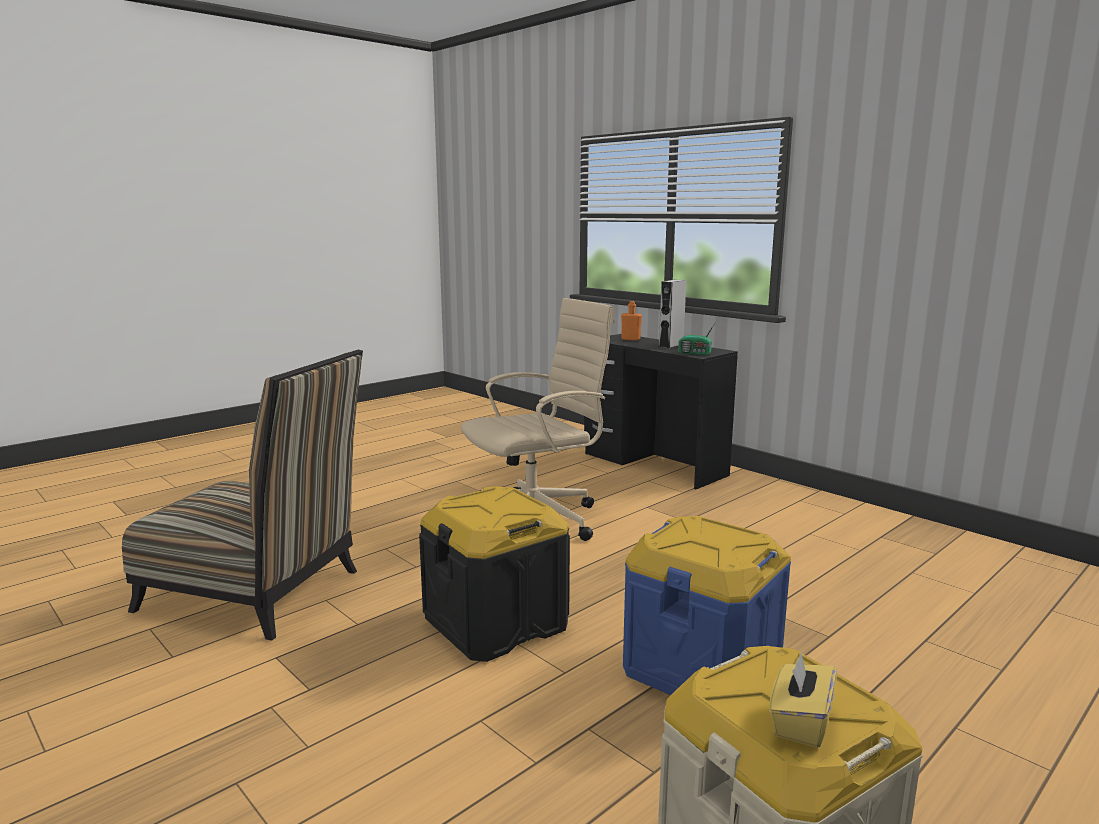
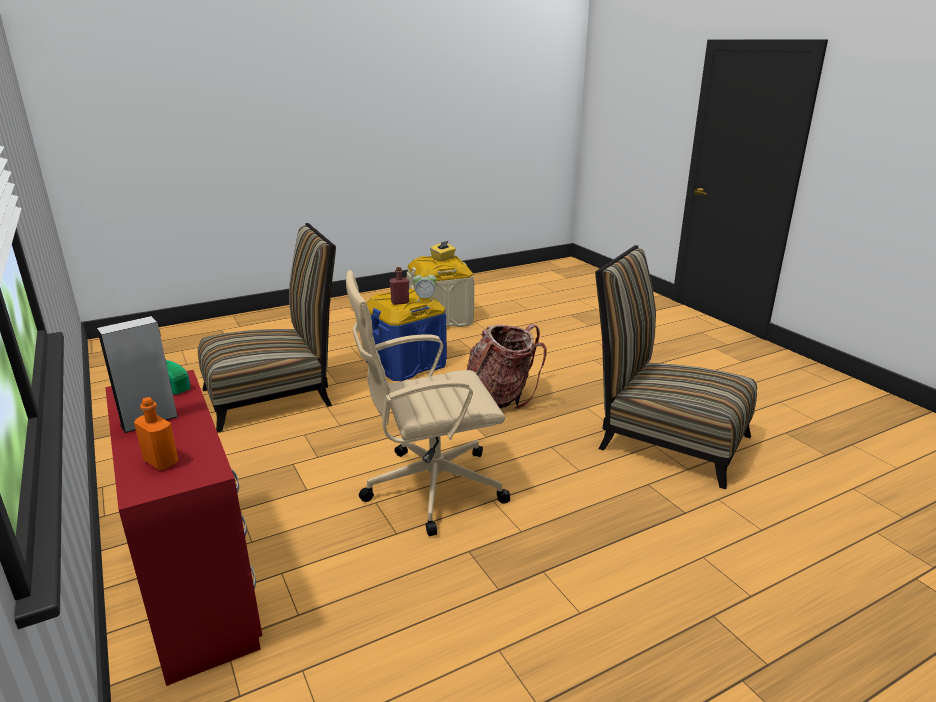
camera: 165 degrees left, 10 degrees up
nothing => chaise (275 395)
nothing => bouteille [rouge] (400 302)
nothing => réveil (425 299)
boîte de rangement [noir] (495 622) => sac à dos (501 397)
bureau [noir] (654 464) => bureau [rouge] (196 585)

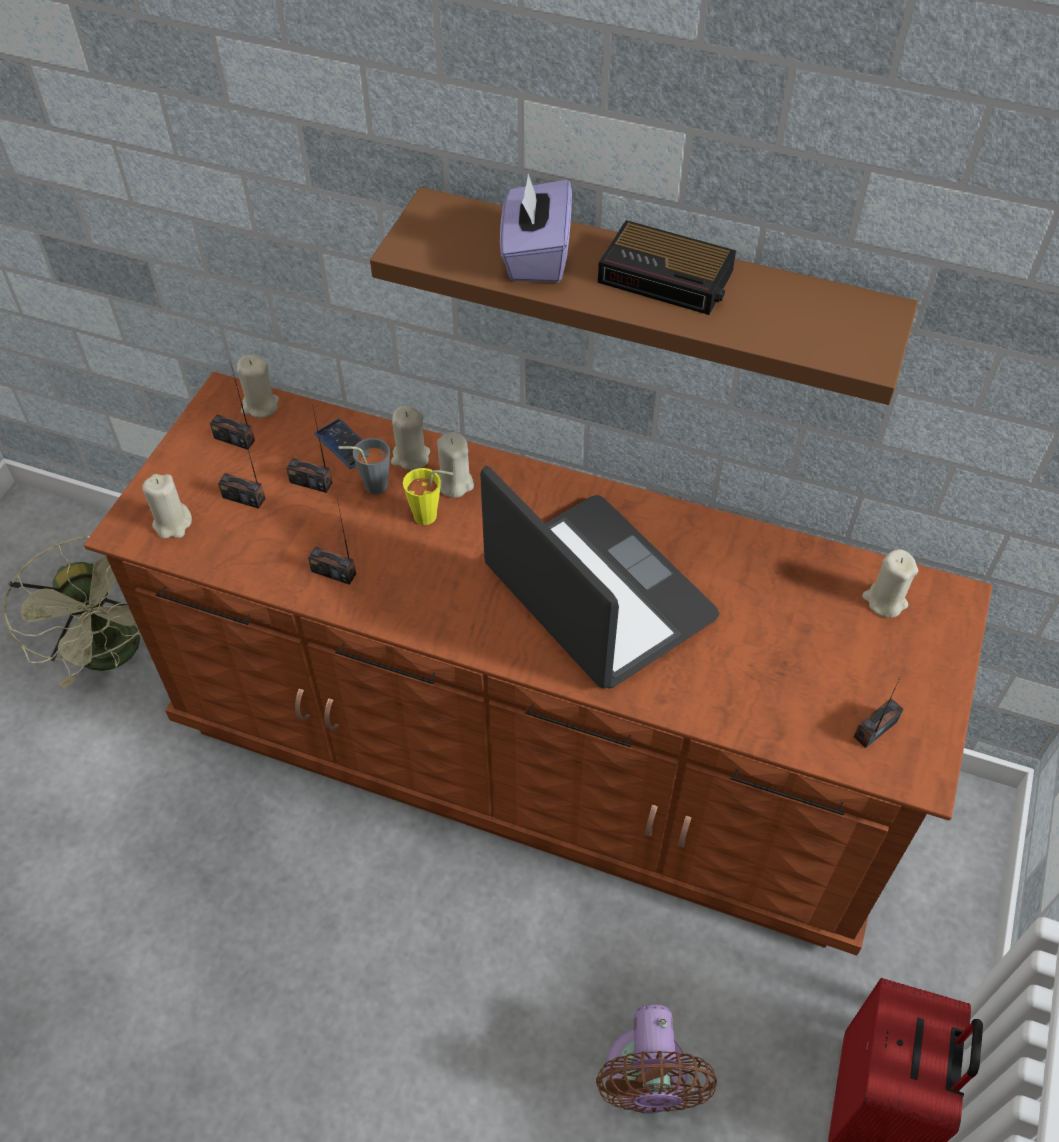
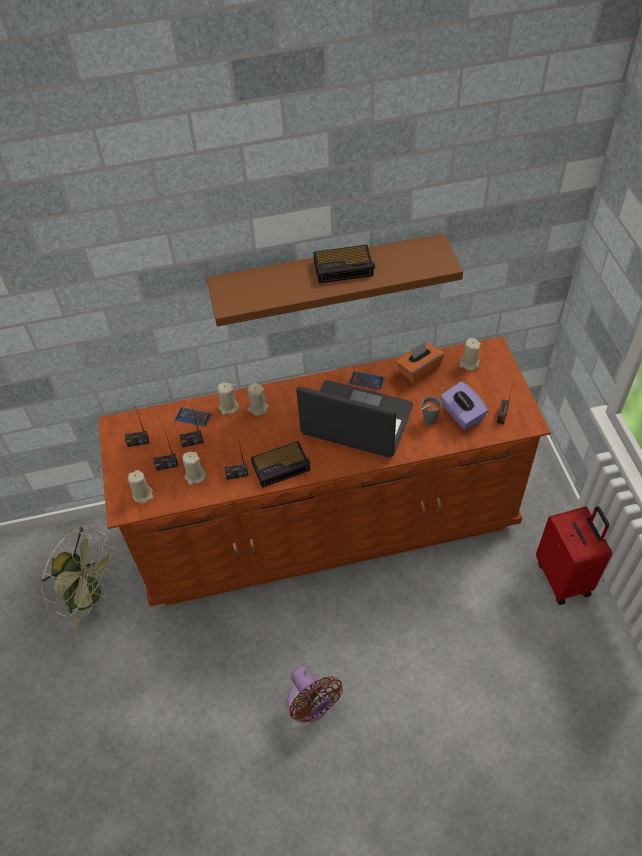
camera: 30 degrees left, 0 degrees up
tasse [jaune] (430 517) => nothing
nothing => réveil (282 466)
nothing => téléphone (367 380)
nothing => boîte à mouchoirs [orange] (418 370)
bougie [beige] (260 406) => bougie [beige] (195 476), relocated
tasse [gris] (370 485) => tasse [gris] (427 422), relocated
boîte à mouchoirs [violet] (535 256) => boîte à mouchoirs [violet] (461 415), relocated
ventilateur [marron] (646 1081) => ventilateur [marron] (311 705), relocated

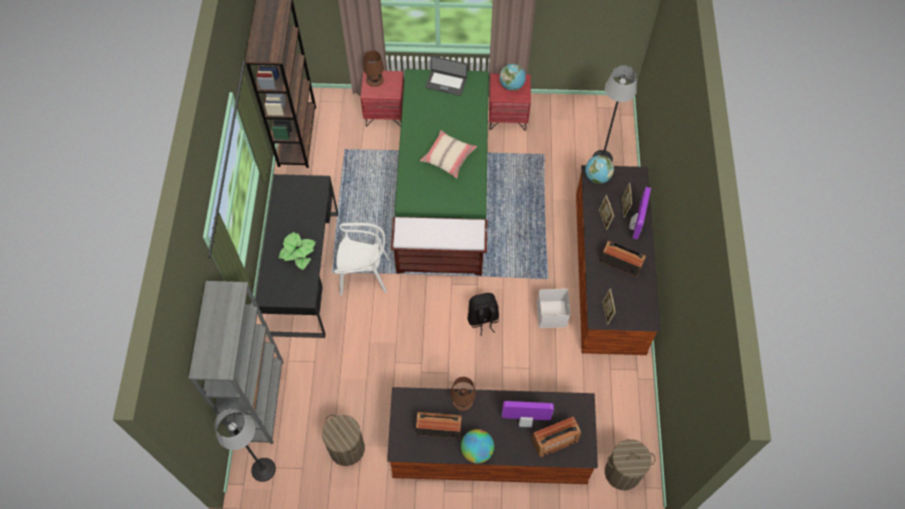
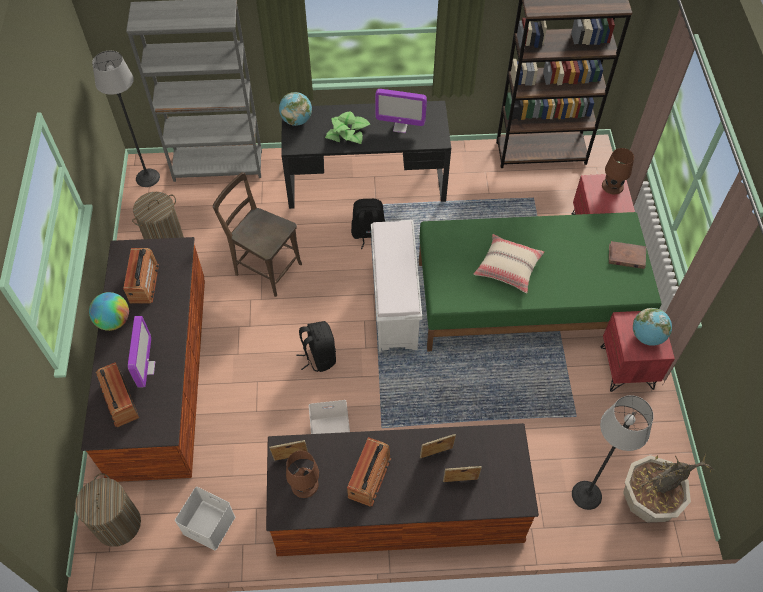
camera: 85 degrees right, 5 degrees down
nothing => boîte de rangement [blanc] (207 525)
nothing => chaise [marron] (265 267)
nothing => plante en pot (647 501)
lampe de table [marron] (463 400) => lampe de table [marron] (305 484), relocated
globe (597 177) => globe (296 120), relocated
écran d'ordinateur (635 225) => écran d'ordinateur (400 127), relocated
chaise [blanc] (364 274) => sac à dos [noir] (368 234)
ordinateur portable (446 82) => livre [marron] (626 256)
banc [marron] (440 260) => banc [blanc] (395 306)

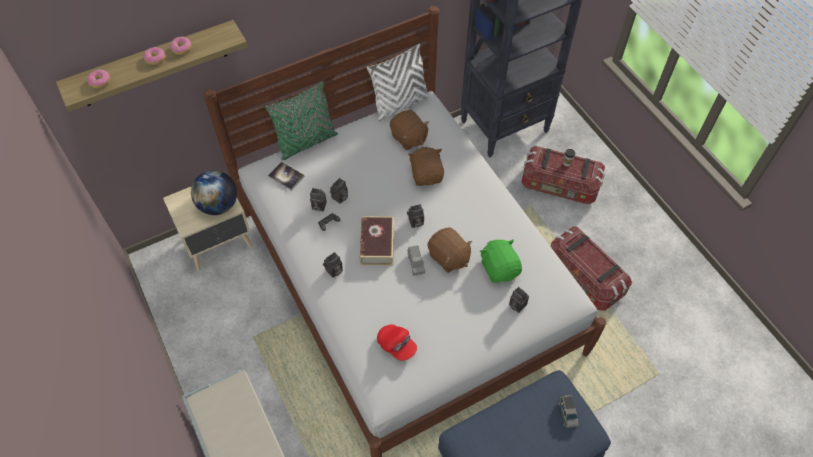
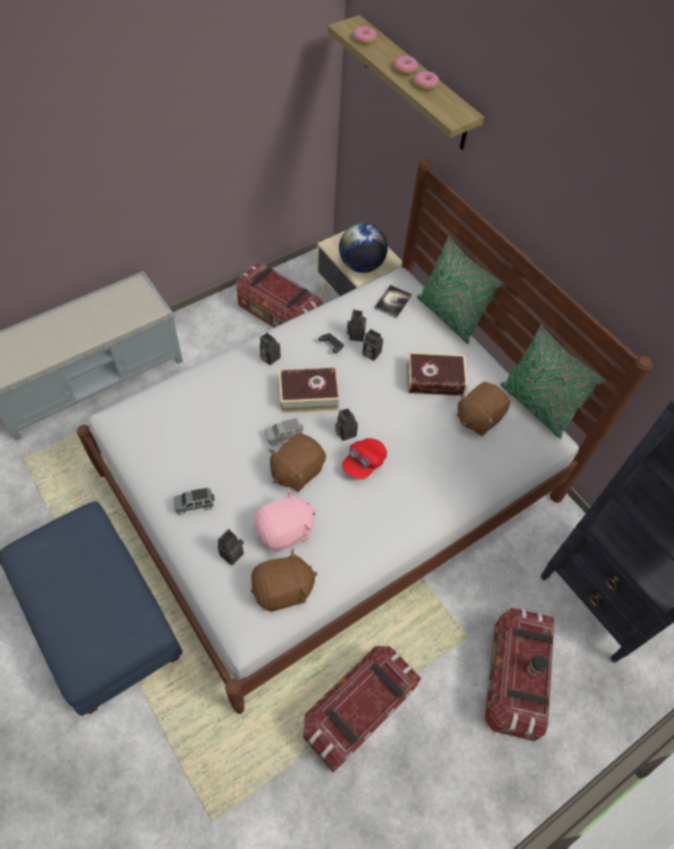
camera: 80 degrees right, 0 degrees up
nothing => boîte de rangement (278 316)
nothing => livre (434 379)
casquette [rouge] (396 346) => casquette [rouge] (363 463), relocated
peluche [marron] (427 175) => peluche [marron] (283 590), relocated
petite voiture [gris] (567 413) => petite voiture [gris] (195 504), relocated
coussin [blanc] (400 104) => coussin [vert] (536 406)
peluche [vert] (499 268) => peluche [rose] (285 531)

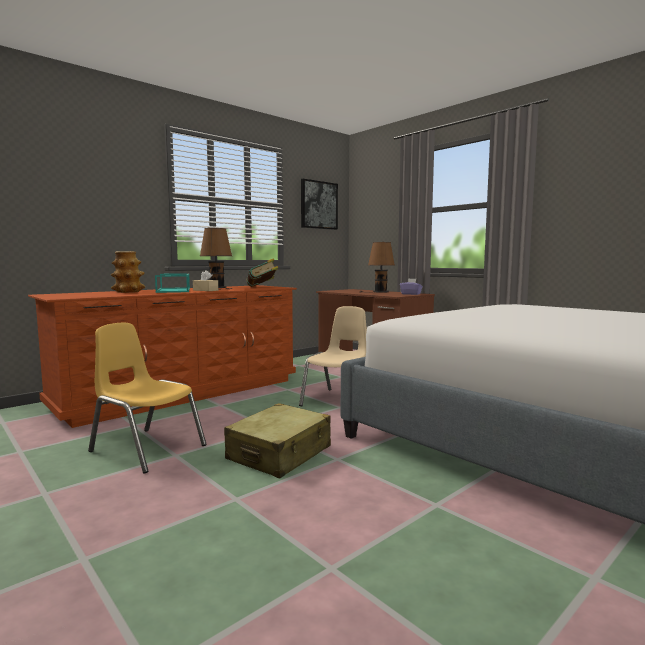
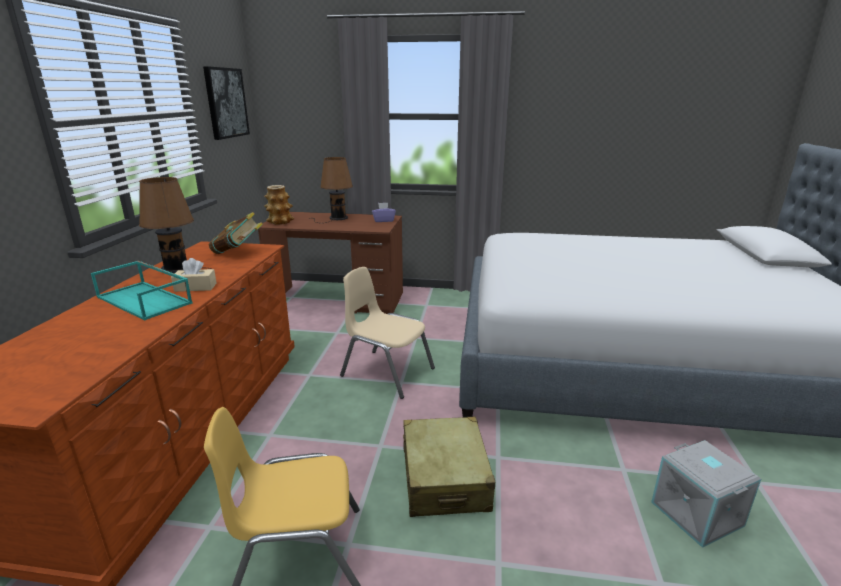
camera: 40 degrees left, 15 degrees up
nothing => boîte de rangement [gris] (698 513)
vase (128 292) => vase (280 222), relocated
chaise [beige] (339 400) => chaise [beige] (387 372), 45 degrees counterclockwise

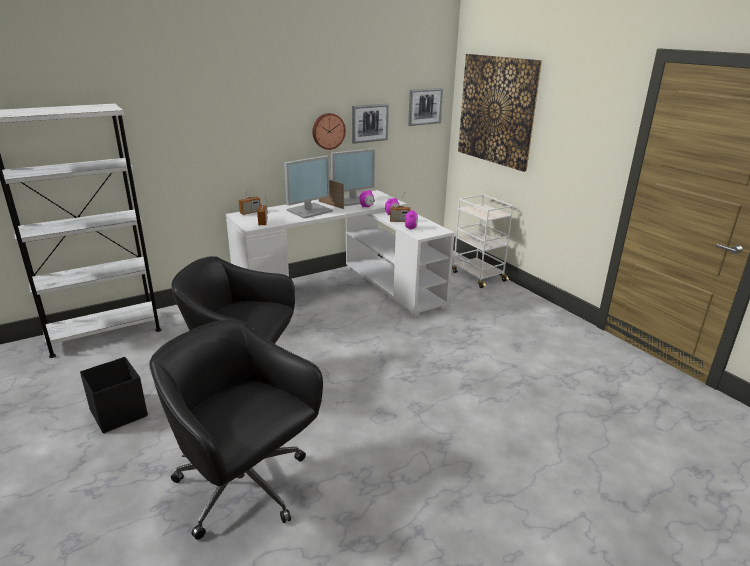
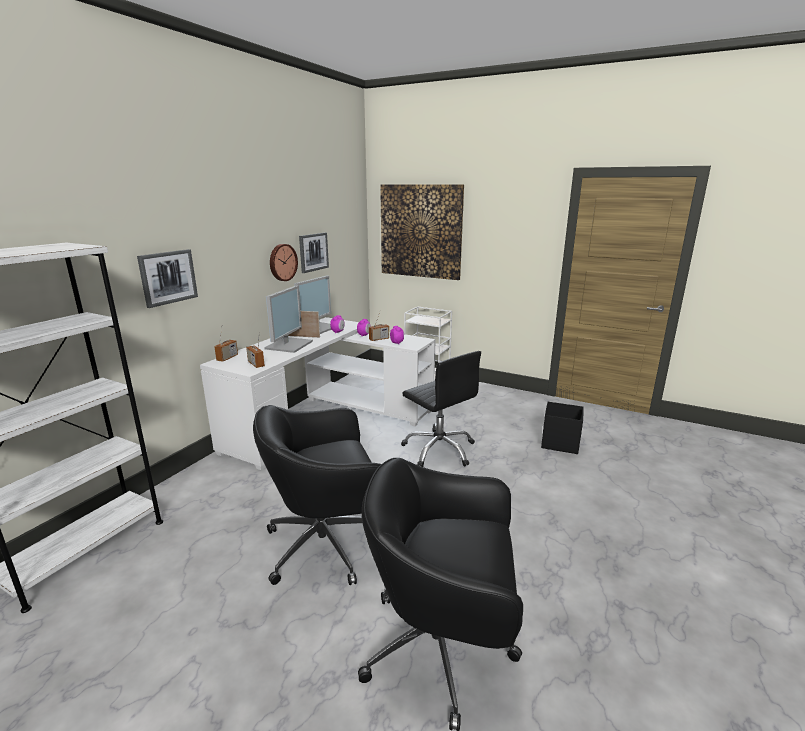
camera: 30 degrees left, 5 degrees down
nothing => chaise de bureau [noir] (439 449)
boîte de rangement [noir] (119 412) => boîte de rangement [noir] (559 443), relocated
tableau (424 106) => tableau (168 277), relocated

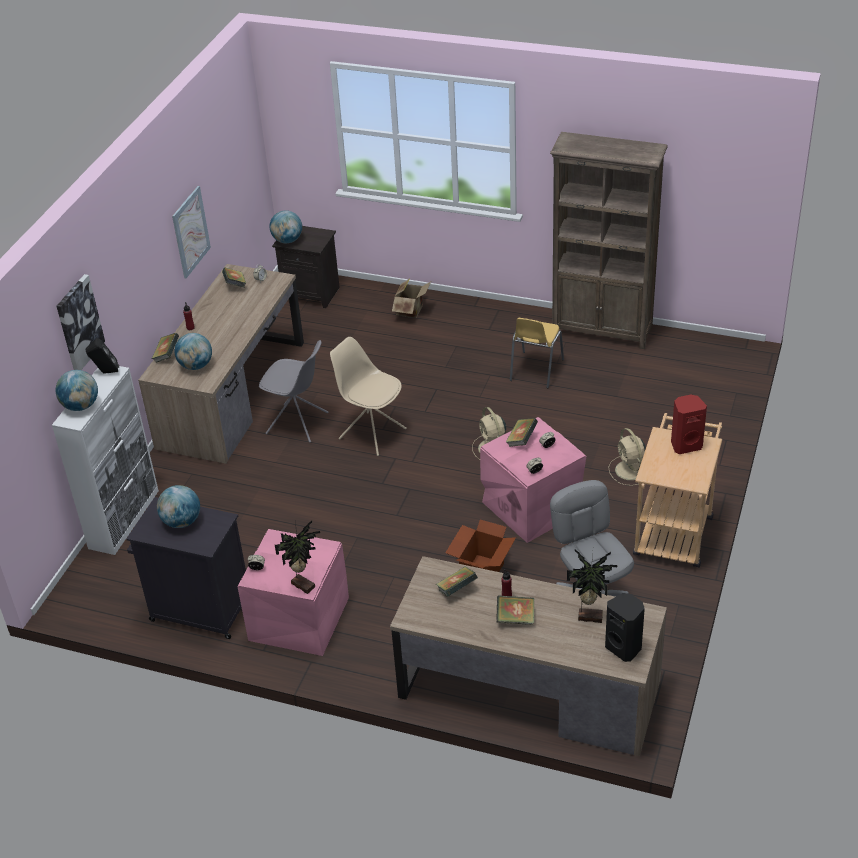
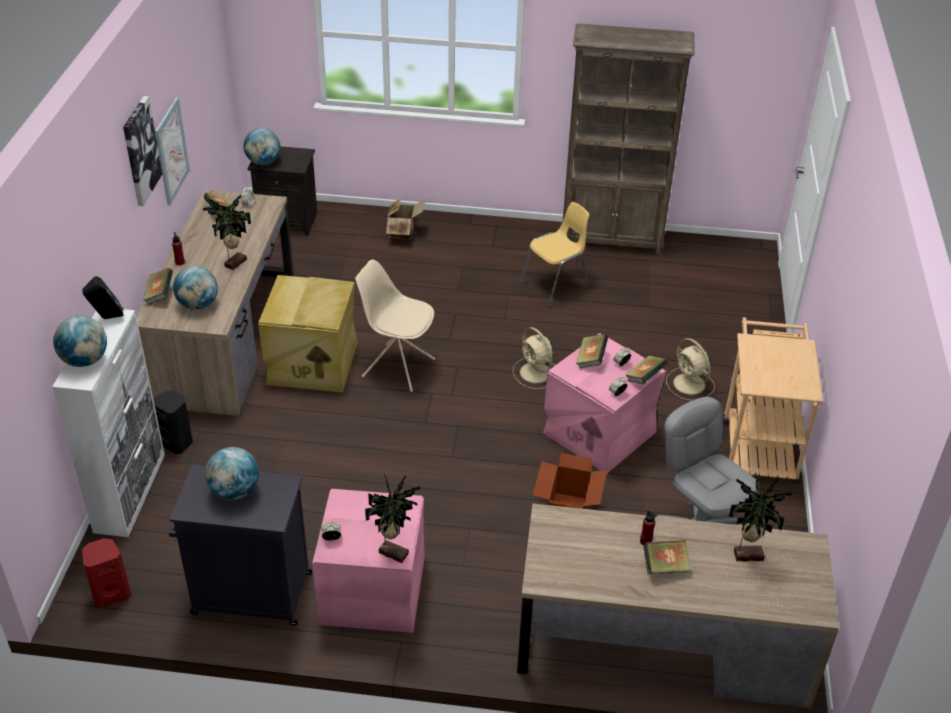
camera: 15 degrees left, 0 degrees up
nothing => plante en pot (234 263)
tableau (79 323) => tableau (140 151), relocated
livre (457 589) => livre (644 378), relocated
enceinte [noir] (624 647) => enceinte [noir] (177 442), relocated
enceinte [rouge] (685 445) => enceinte [rouge] (111 593), relocated
chaise [gris] (298 423) => boîte de rangement [beige] (311 363)
chaise [jaune] (535 370) => chaise [jaune] (555 286), 135 degrees counterclockwise

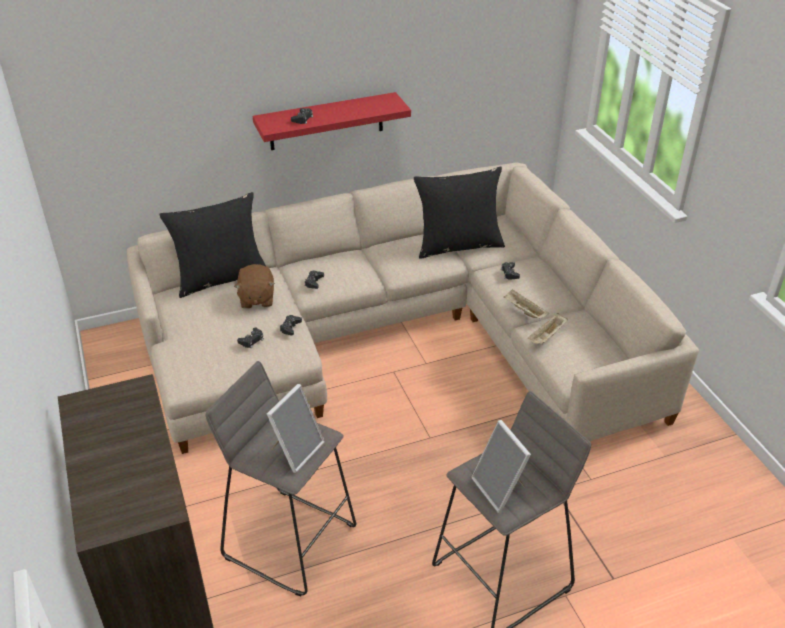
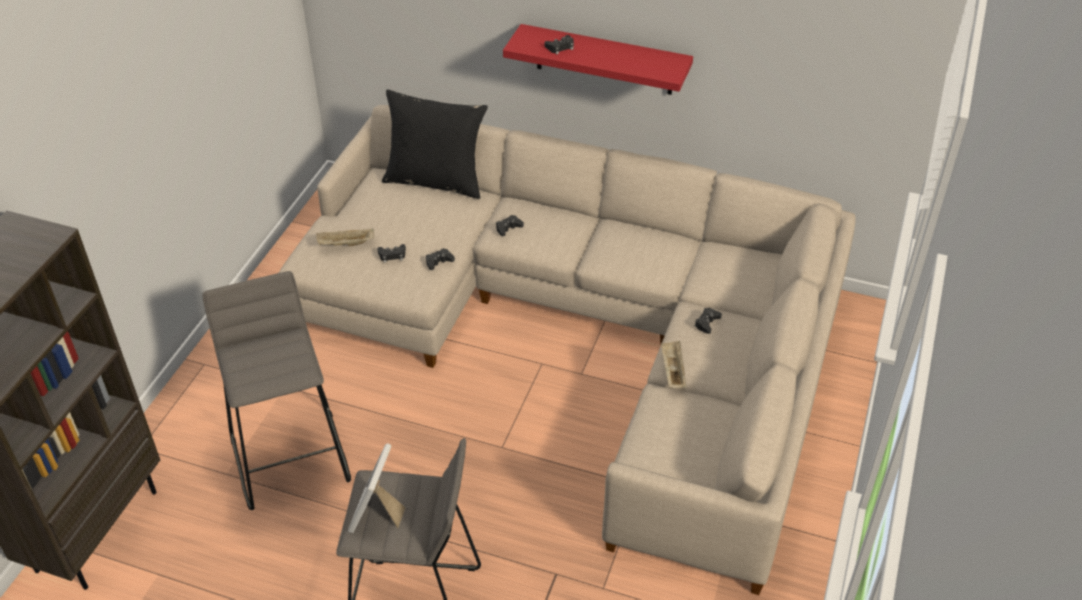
camera: 40 degrees right, 5 degrees up
peluche [marron] (256 299) => nothing
cadre photo (296 450) => nothing
coussin [noir] (458 245) => nothing
plateau [beige] (547 336) => plateau [beige] (345 244), relocated

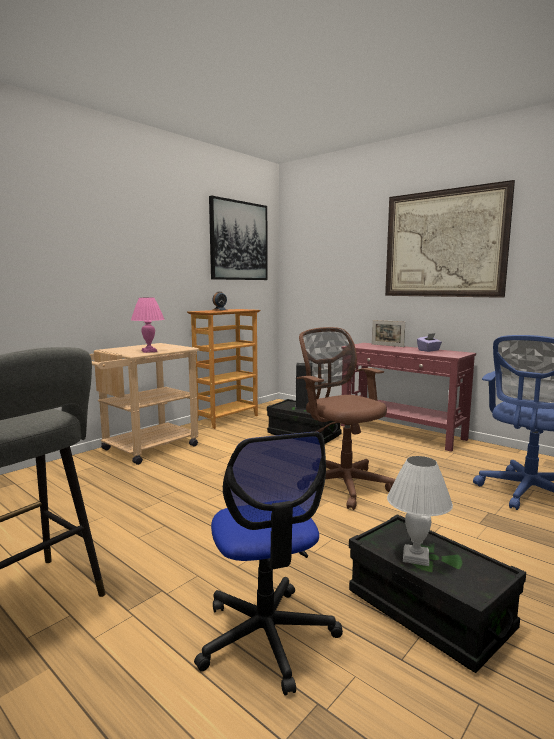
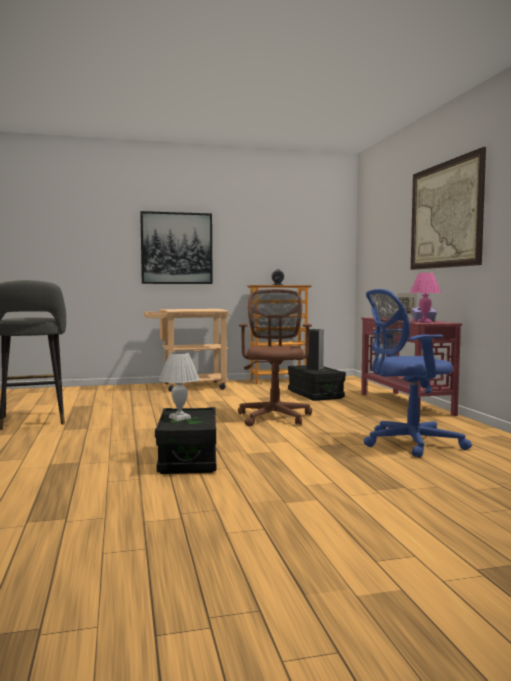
camera: 35 degrees right, 5 degrees down
chaise de bureau (267 636) => nothing
lampe de table [rose] (149 351) => lampe de table [rose] (424 322), relocated
tableau (239 241) => tableau (176 248), relocated

